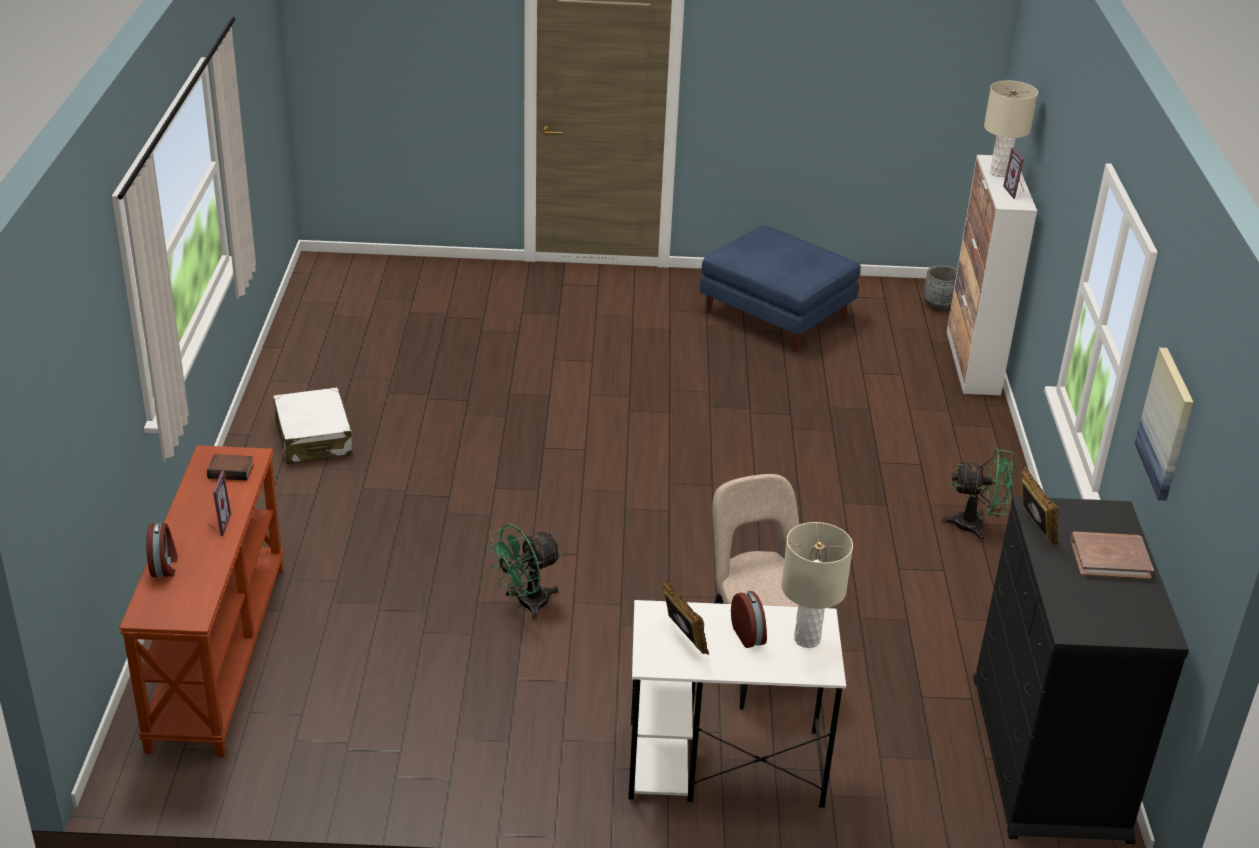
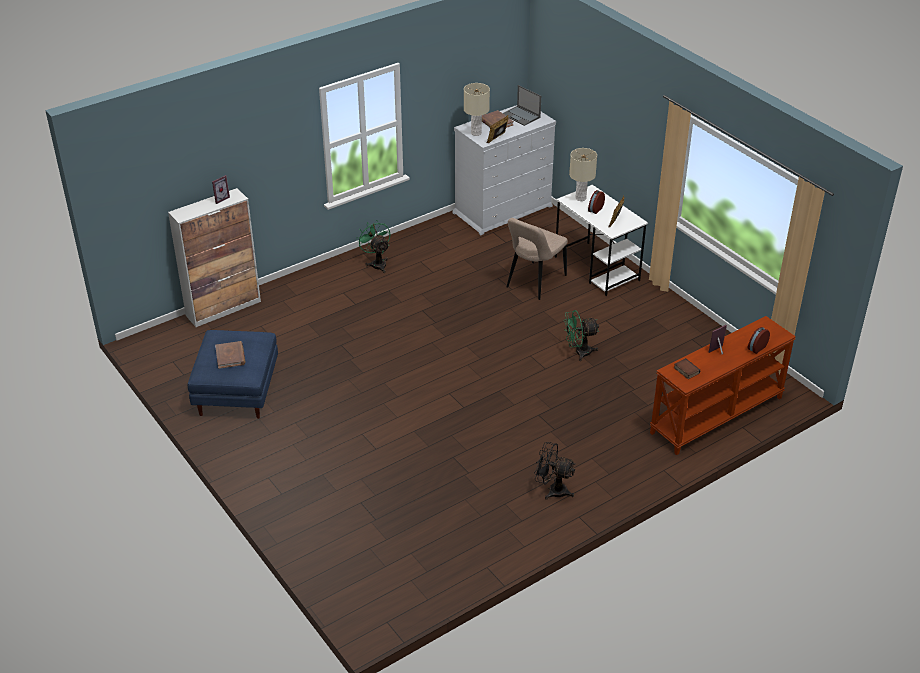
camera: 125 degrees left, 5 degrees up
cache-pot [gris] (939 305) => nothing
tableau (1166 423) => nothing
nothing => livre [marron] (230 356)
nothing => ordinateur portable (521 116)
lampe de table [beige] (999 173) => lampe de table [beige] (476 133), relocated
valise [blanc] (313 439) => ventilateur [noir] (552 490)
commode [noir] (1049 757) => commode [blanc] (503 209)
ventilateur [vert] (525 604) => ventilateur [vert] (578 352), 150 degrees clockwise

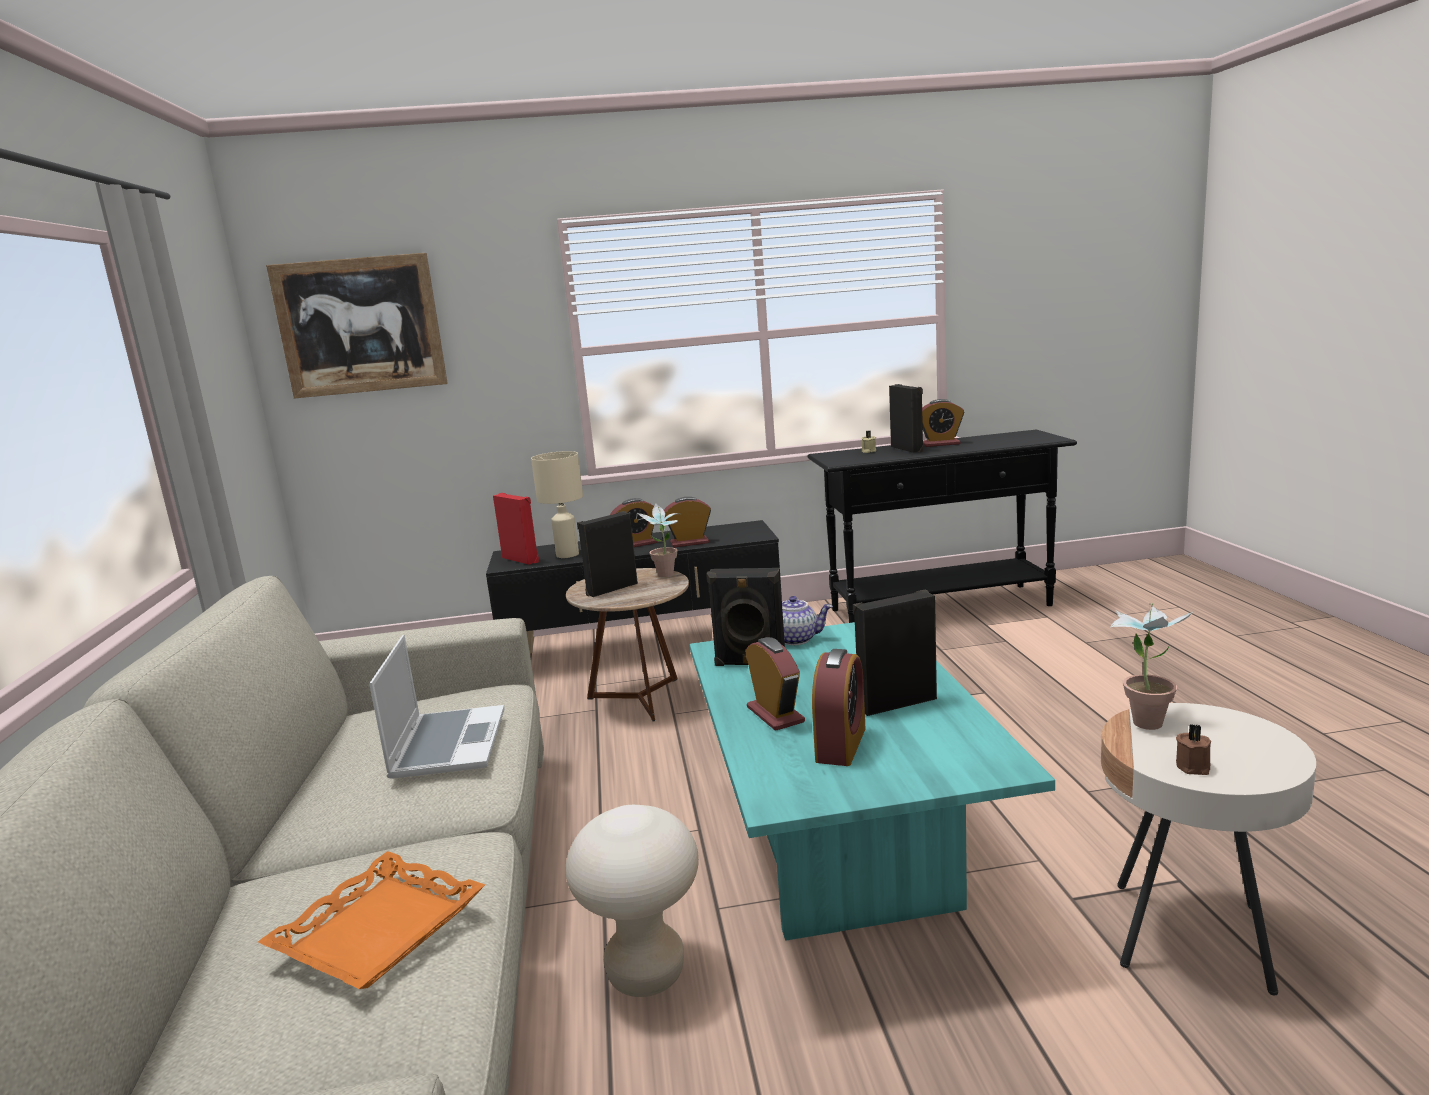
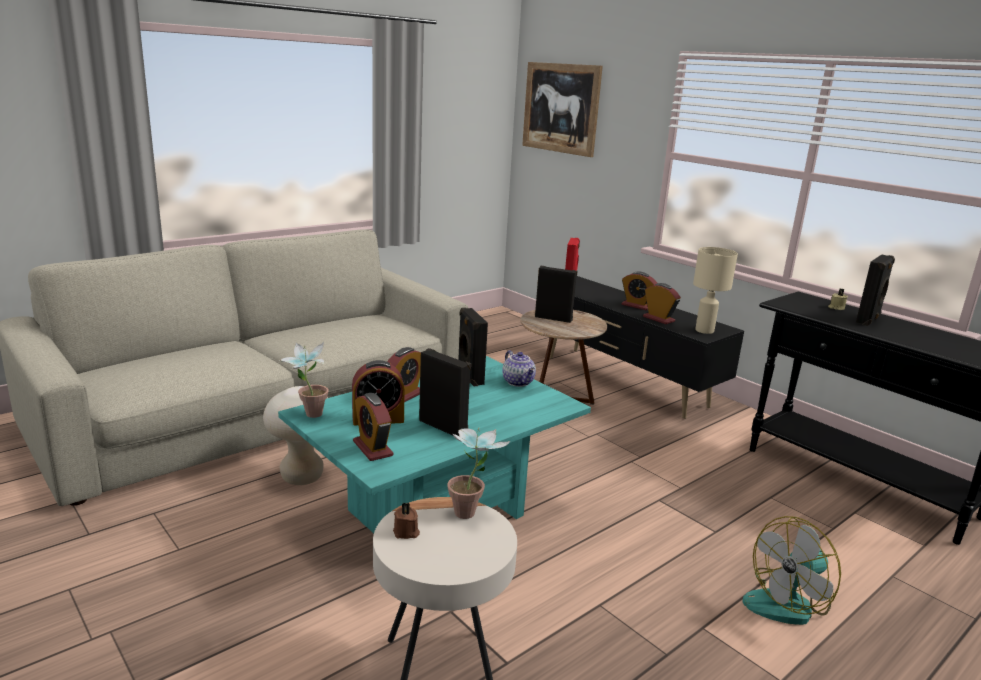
camera: 55 degrees right, 5 degrees up
plateau [orange] (379 931) => nothing
ordinateur portable (447 744) => nothing
nothing => ventilateur (788 603)
lampe de table [beige] (568 555) => lampe de table [beige] (705 331), relocated
plante en pot (666 576) => plante en pot (308 415), relocated
réveil (940 444) => réveil (372 448), relocated

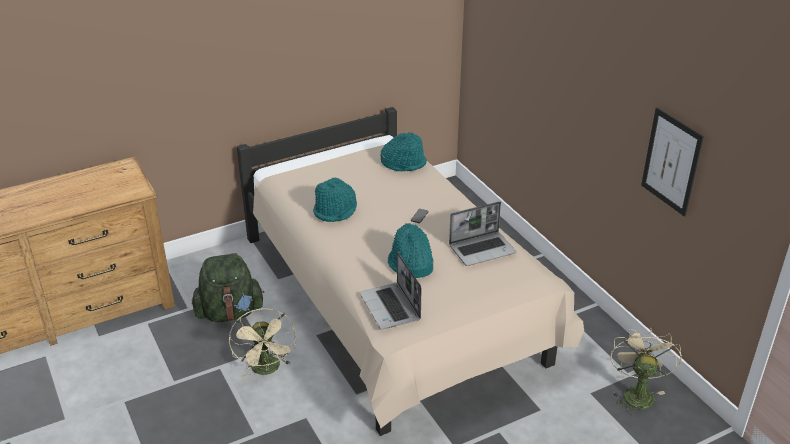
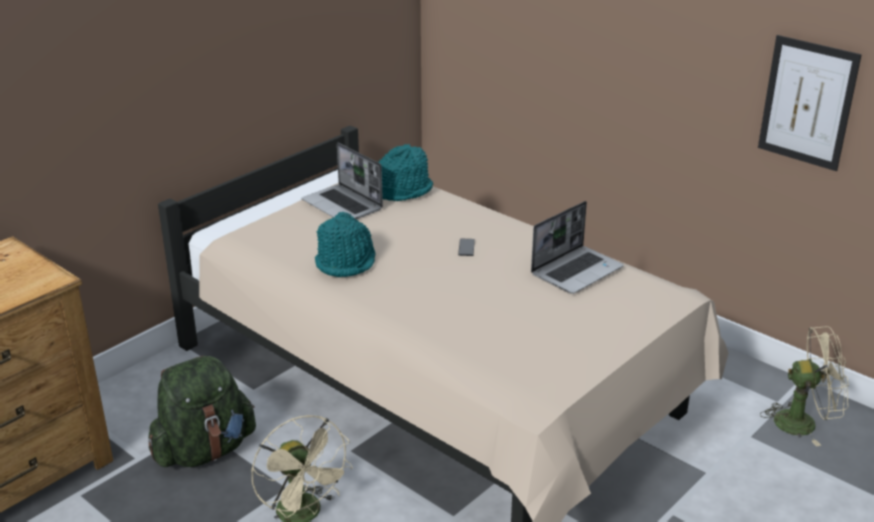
camera: 20 degrees left, 5 degrees down
chapeau [turquoise] (410 264) => nothing
ordinateur portable (391 307) => ordinateur portable (343 205), relocated
ventilateur [beige] (636 393) => ventilateur [beige] (804 422), 105 degrees clockwise

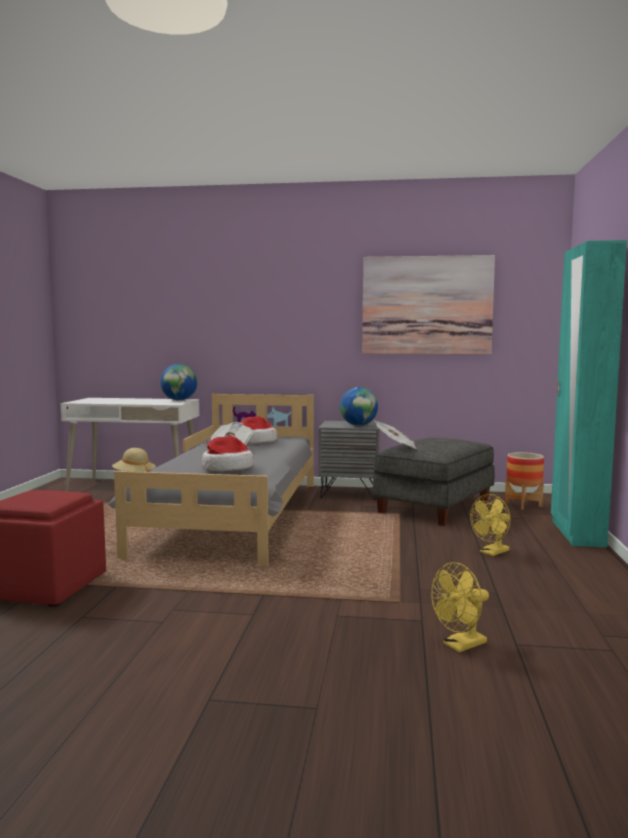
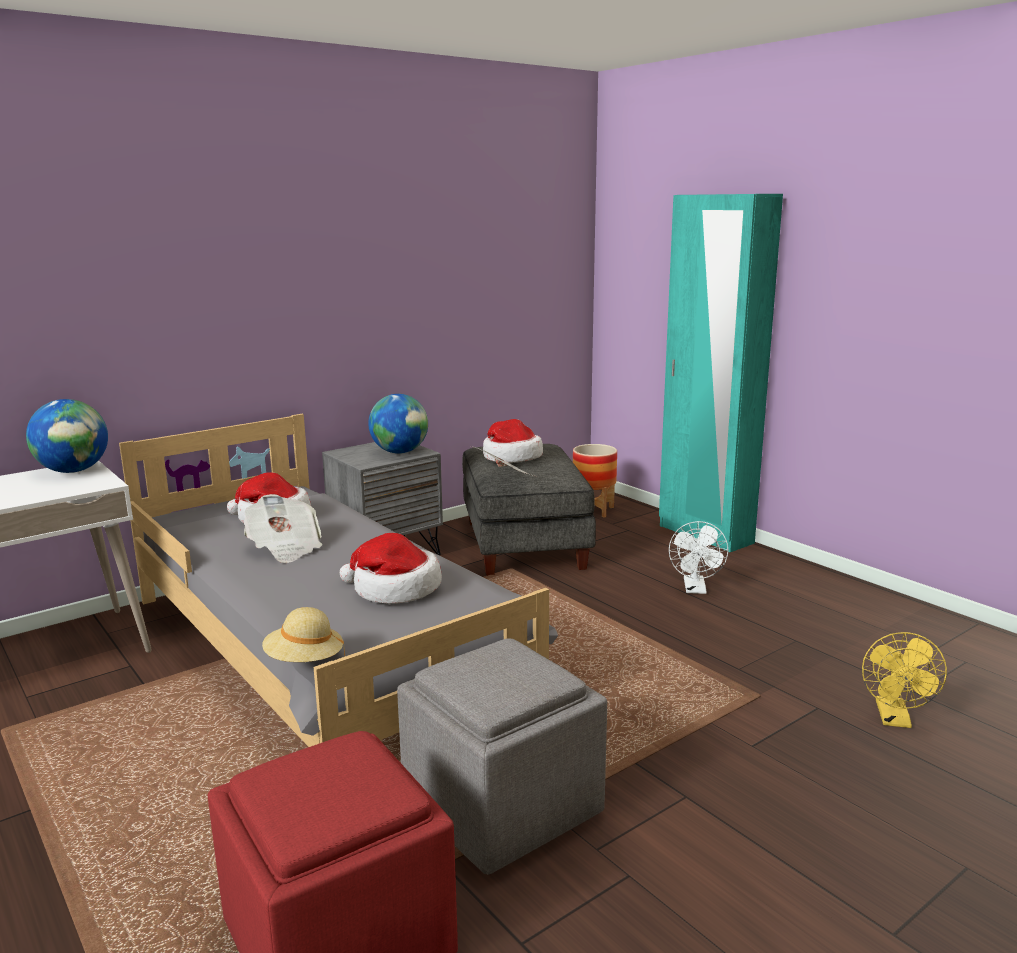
camera: 45 degrees left, 10 degrees up
tableau (426 305) => nothing
nothing => pouf [gris] (502 806)
nothing => chapeau (511 457)
ventilateur [jaune] (492 553) => ventilateur [blanc] (695 589)

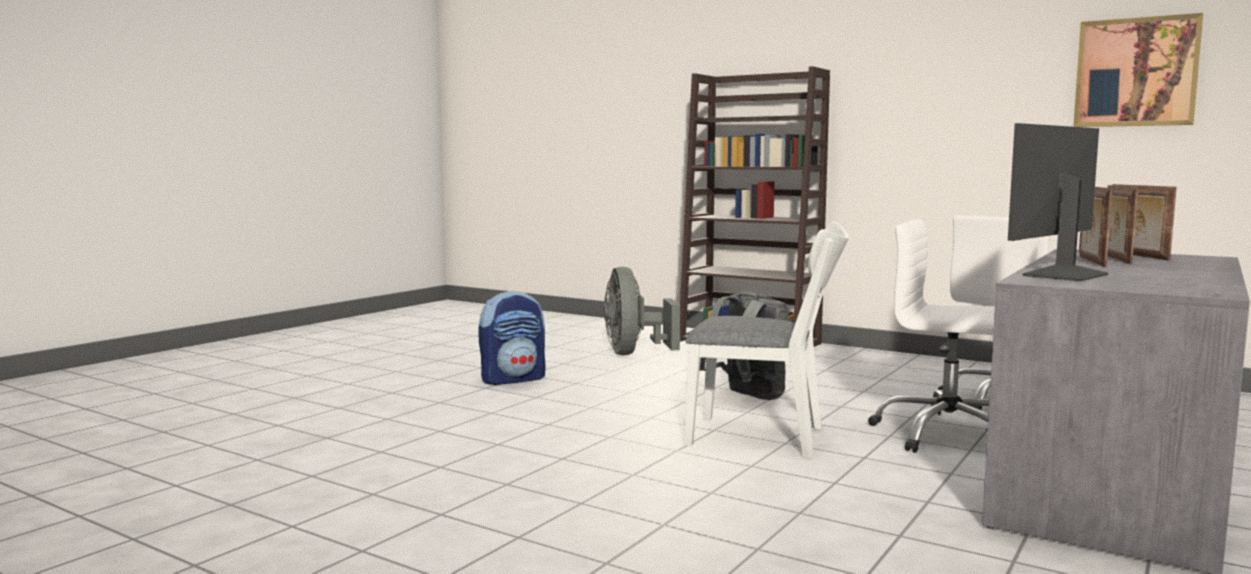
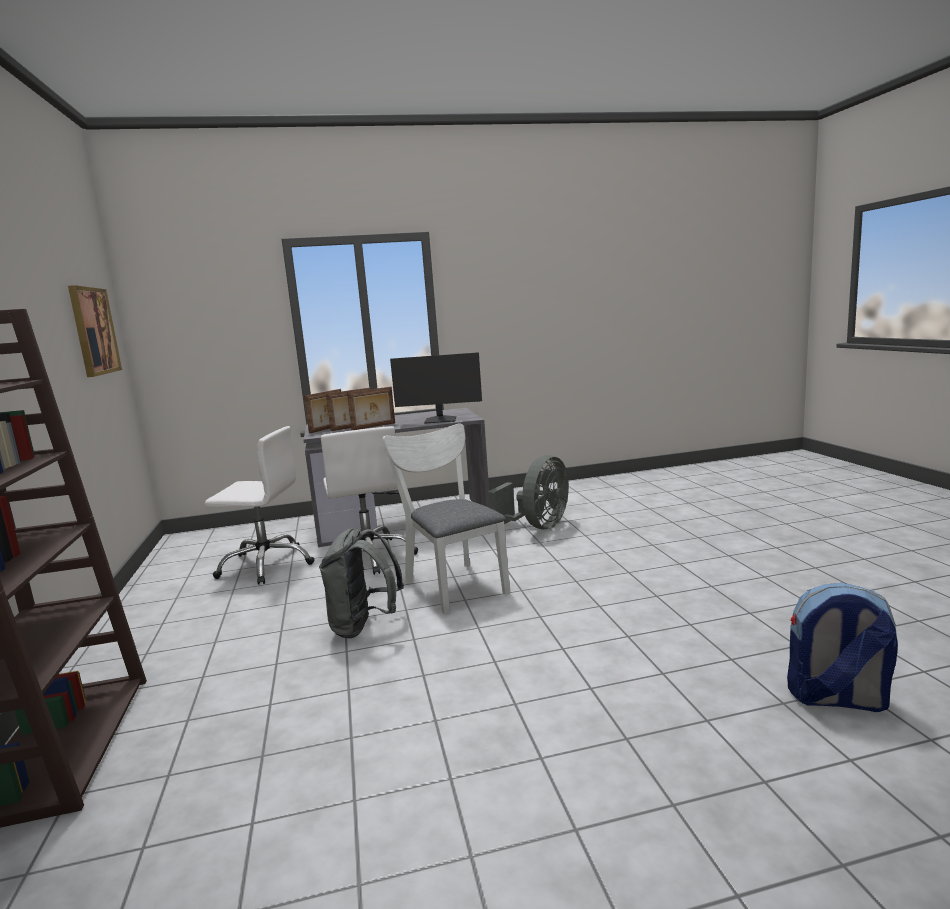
camera: 135 degrees left, 5 degrees up
sac à dos (513 379) => sac à dos (836 699), relocated
ventilateur [gris] (633 353) => ventilateur [gris] (538 526), relocated

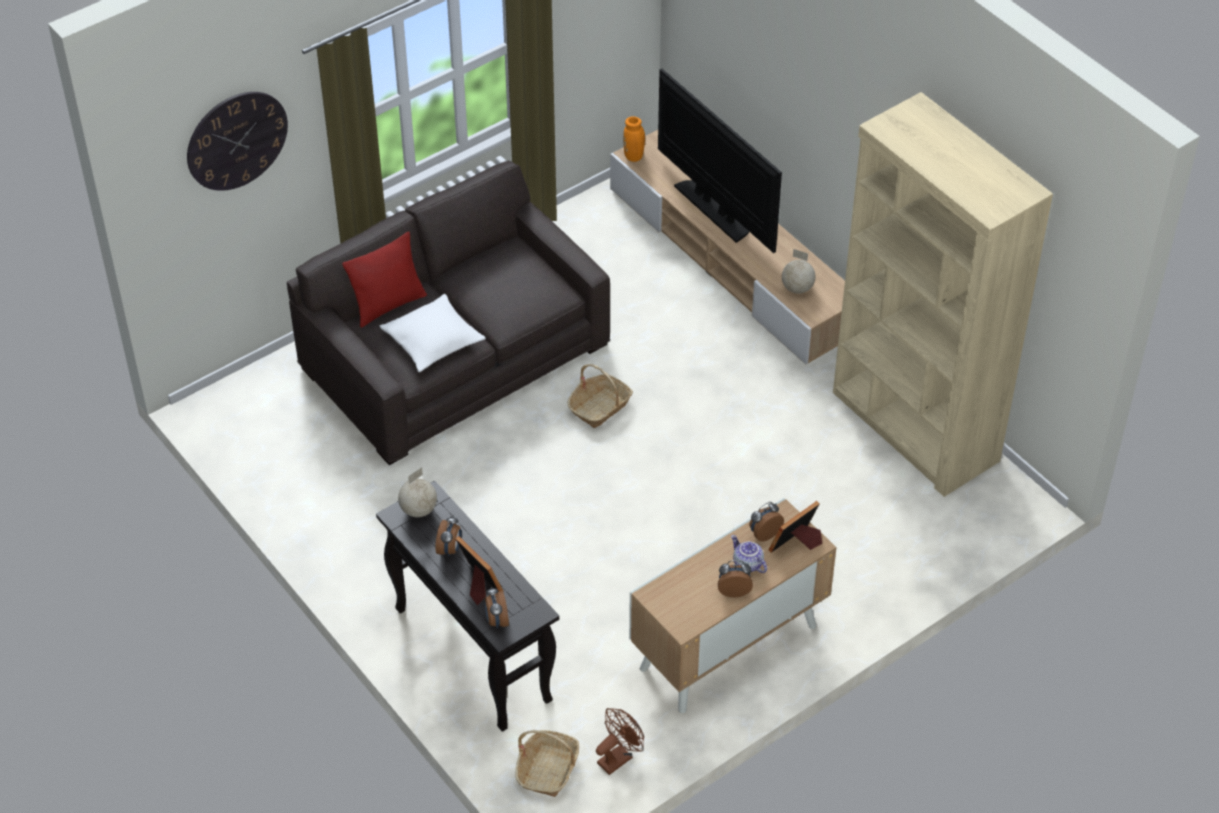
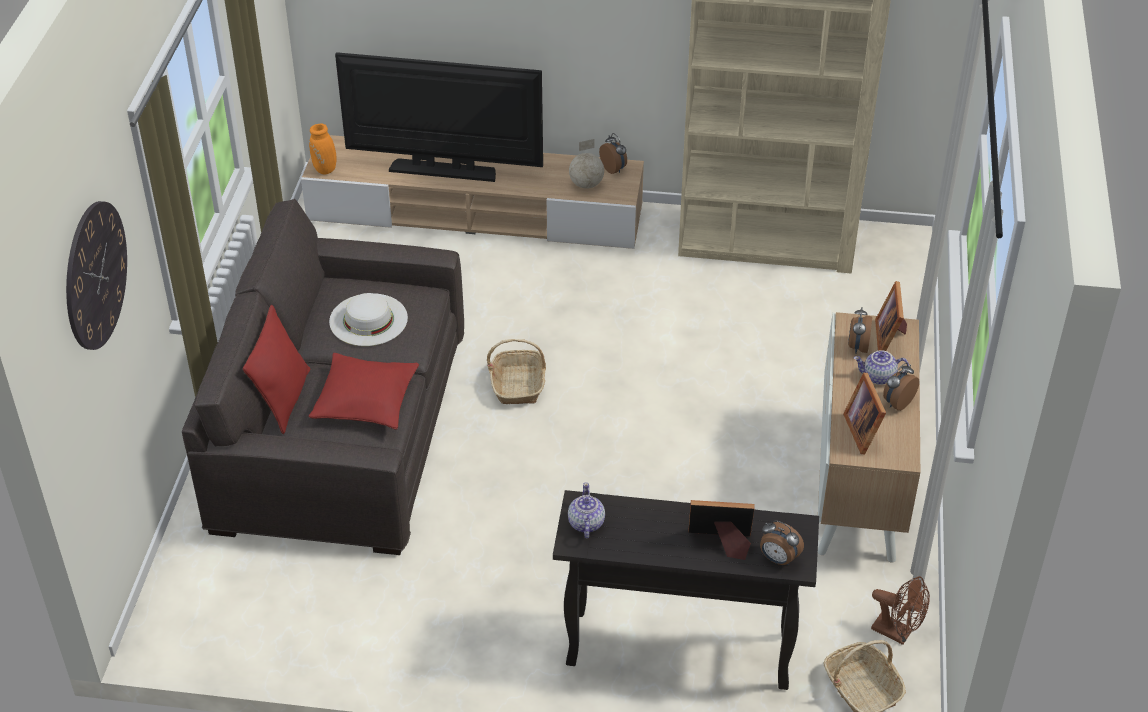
camera: 45 degrees left, 5 degrees down
nothing => chapeau [blanc] (368 319)
nothing => cadre photo (865 430)
réveil (450 549) => réveil (614 169), relocated
globe (418 510) => théière (585 523)
coussin [blanc] (433 340) => coussin [rouge] (365 400)
ventilateur [marron] (618 757) => ventilateur [marron] (897 633), 120 degrees clockwise

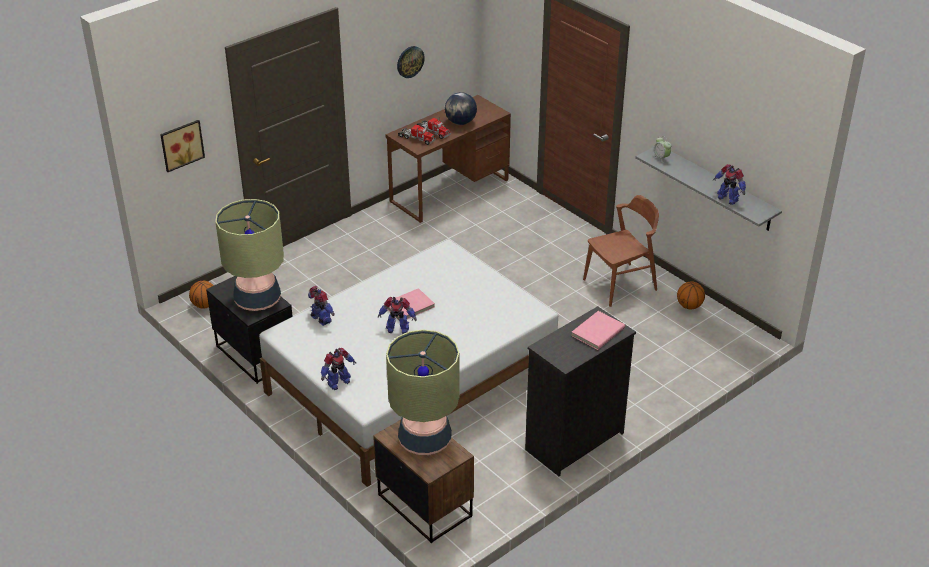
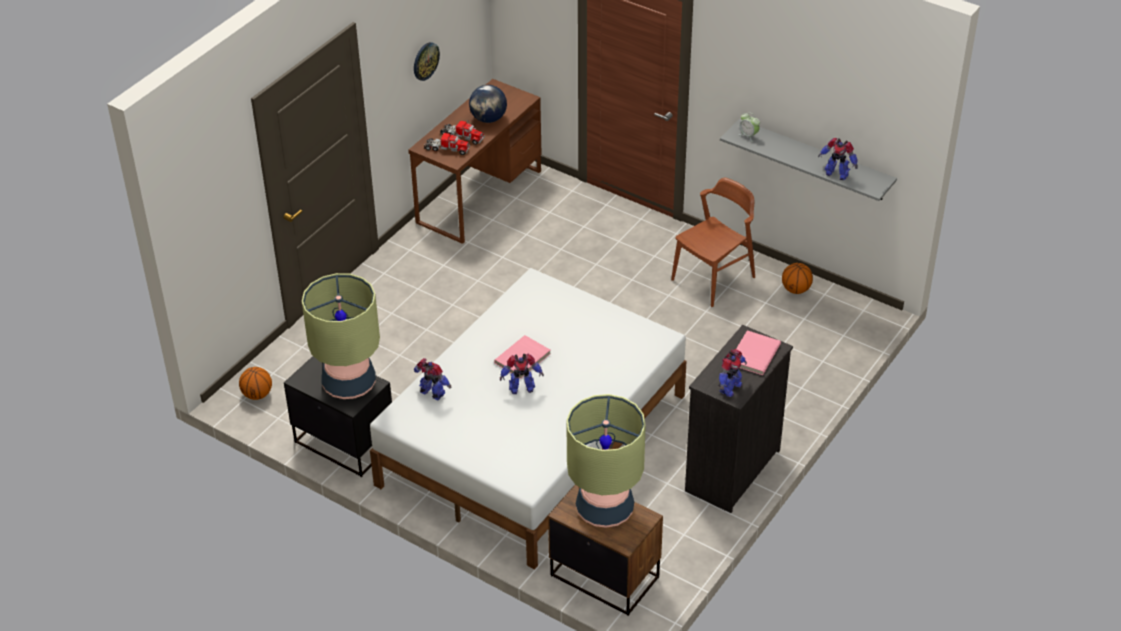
camera: 15 degrees left, 5 degrees up
tableau (181 144) => nothing
robot jouet (338 383) => robot jouet (729 388), relocated

